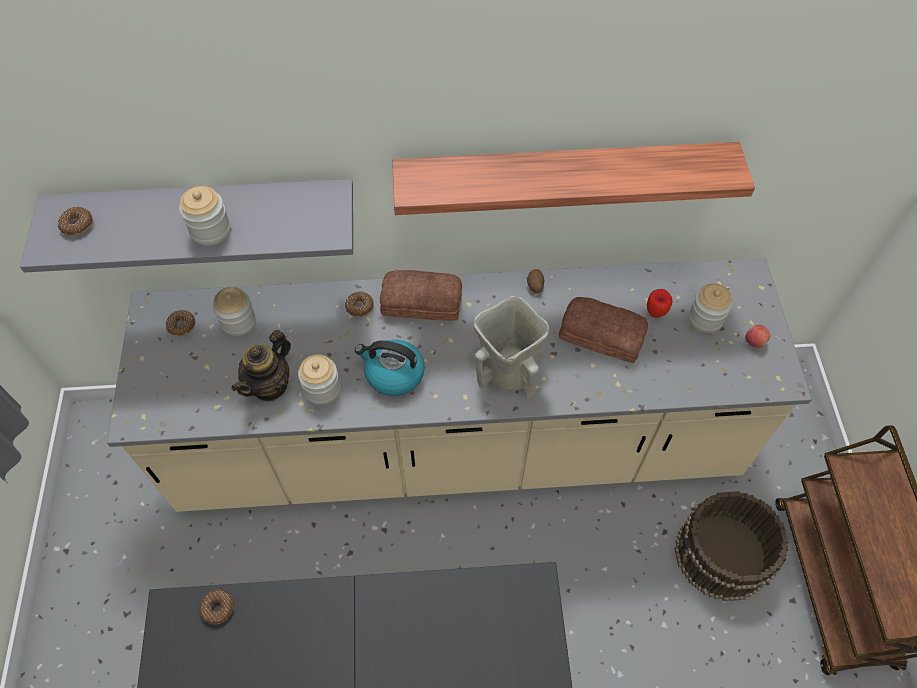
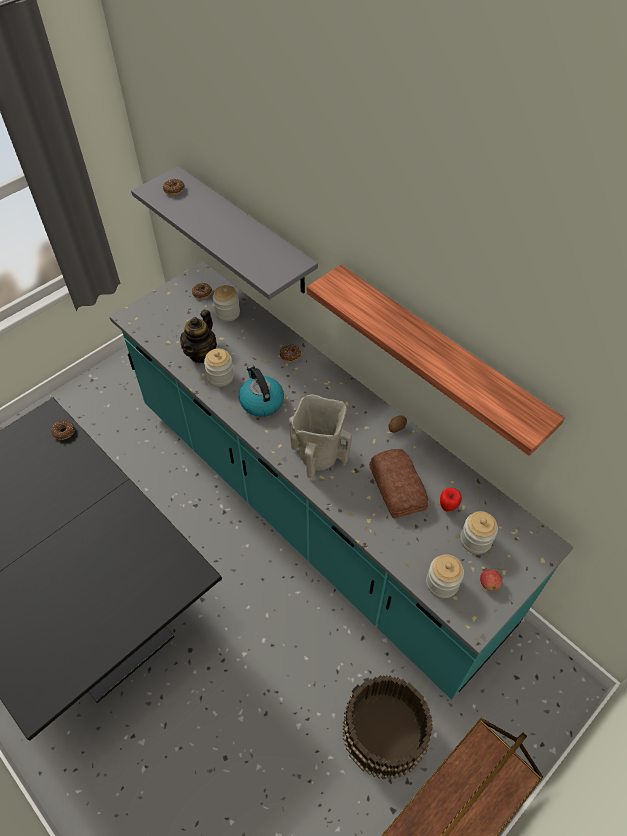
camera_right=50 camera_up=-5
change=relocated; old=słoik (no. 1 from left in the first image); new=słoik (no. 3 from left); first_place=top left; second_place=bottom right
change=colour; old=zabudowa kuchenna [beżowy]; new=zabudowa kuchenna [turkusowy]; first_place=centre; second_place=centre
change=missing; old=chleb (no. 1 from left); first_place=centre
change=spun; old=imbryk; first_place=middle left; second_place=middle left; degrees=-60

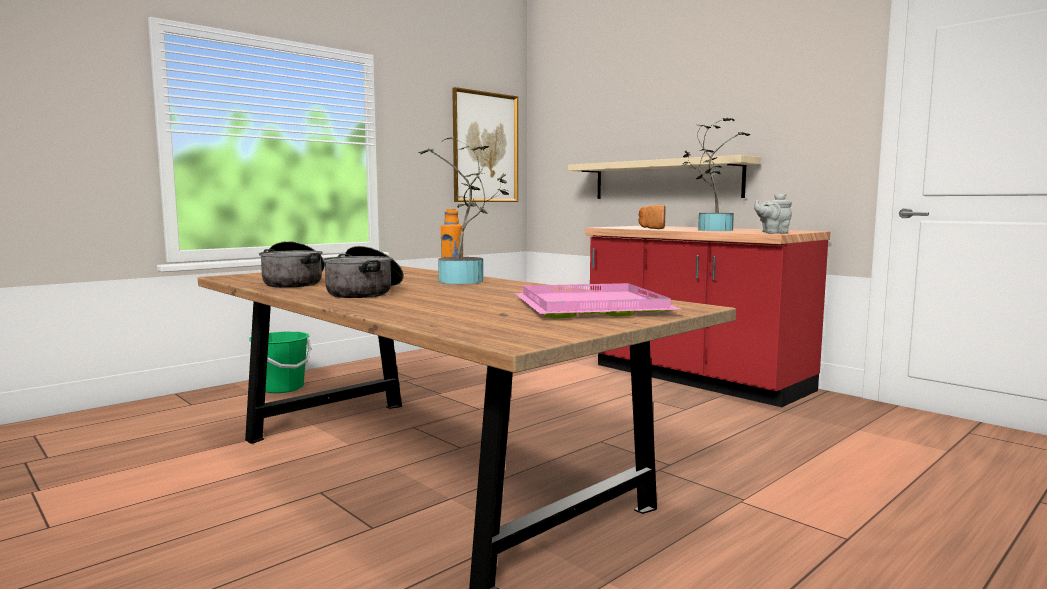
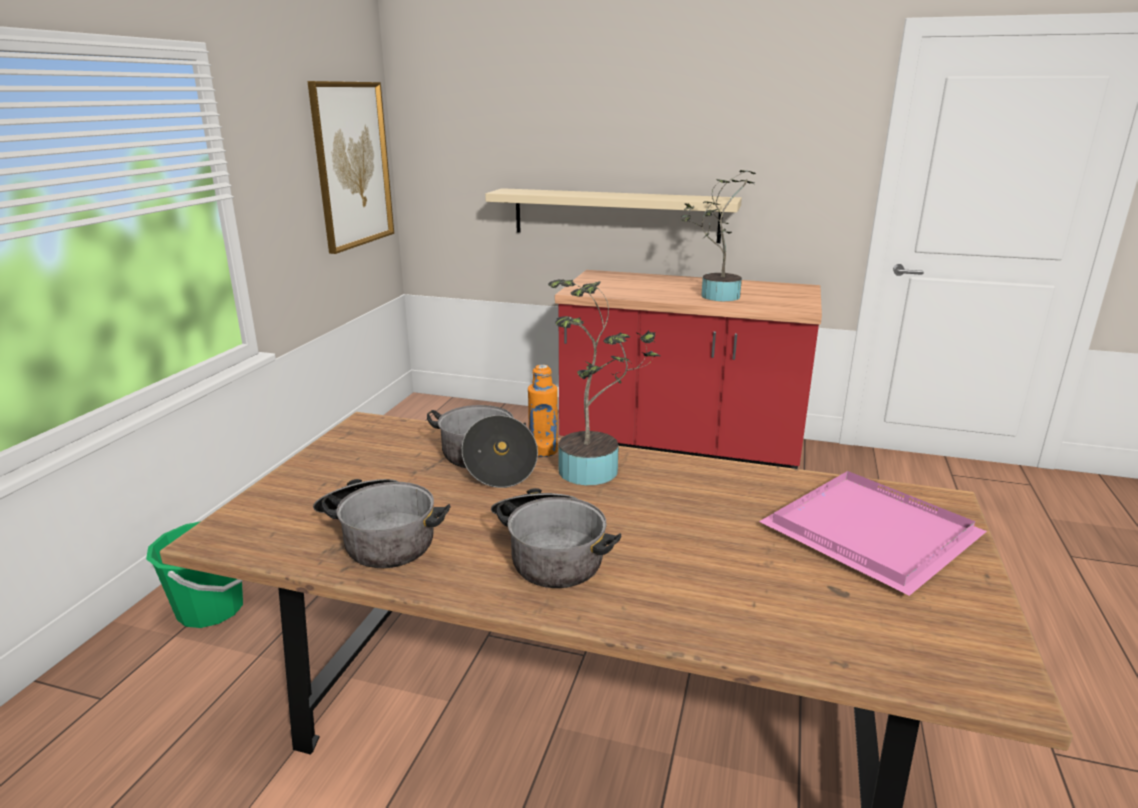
camera_right=-30 camera_up=15
change=missing; old=imbryk [szary]; first_place=middle right
change=missing; old=chleb; first_place=centre
change=appeared; new=garnek (no. 2 from left); second_place=centre

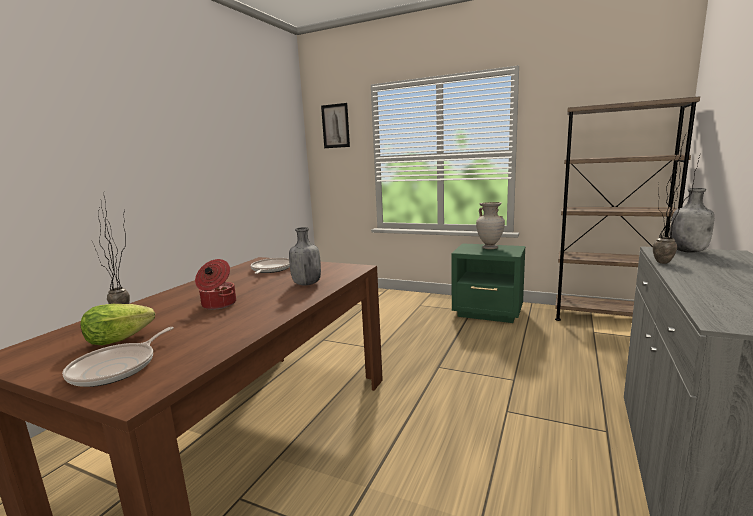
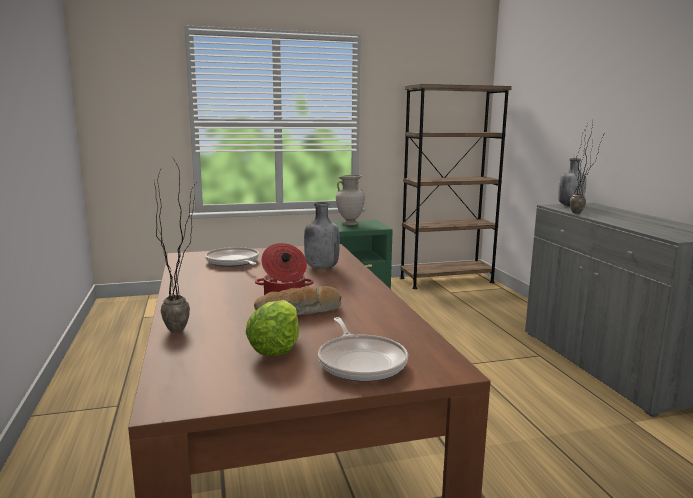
camera_right=-40 camera_up=0
change=missing; old=obraz; first_place=top centre
change=appeared; new=chleb; second_place=centre

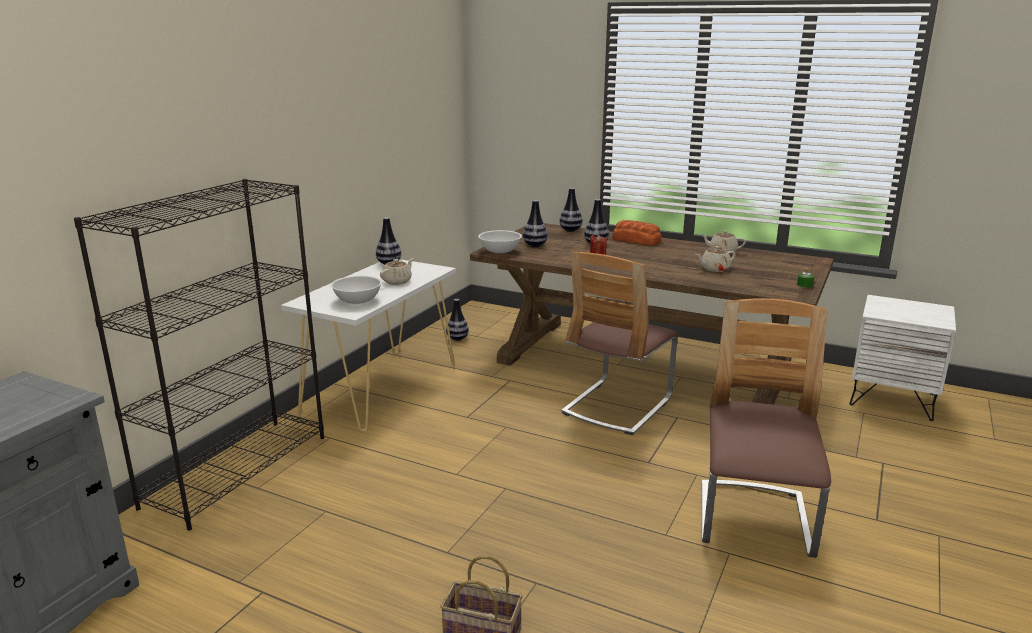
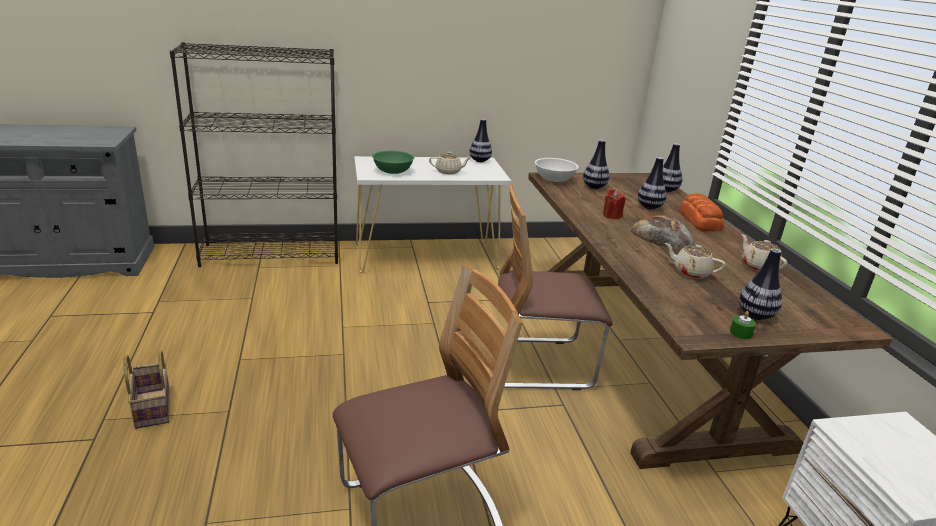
camera_right=50 camera_up=5
change=colour; old=miska [biały] (no. 1 from left); new=miska [zielony]; first_place=centre; second_place=top centre
change=relocated; old=wazon (no. 2 from left in the first image); new=wazon (no. 5 from left); first_place=centre; second_place=middle right
change=appeared; new=chleb (no. 1 from left); second_place=middle right

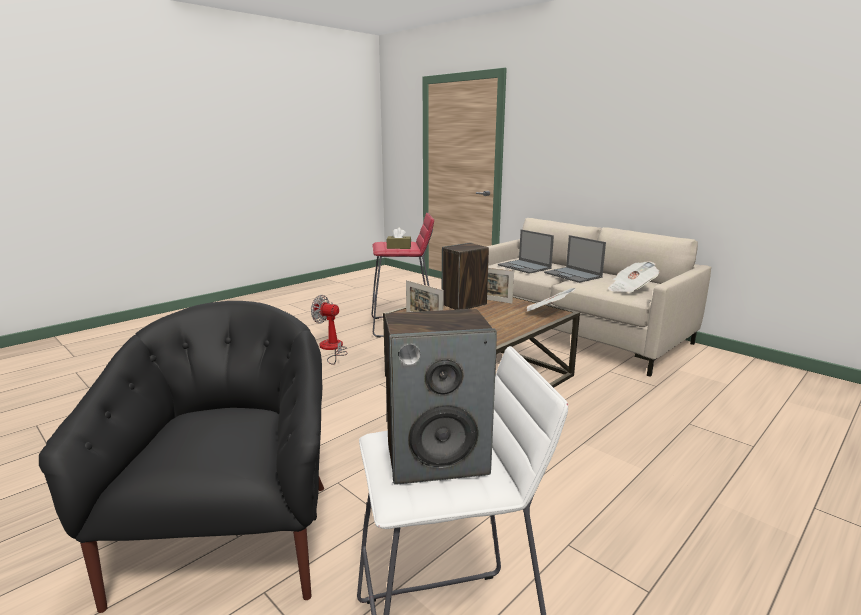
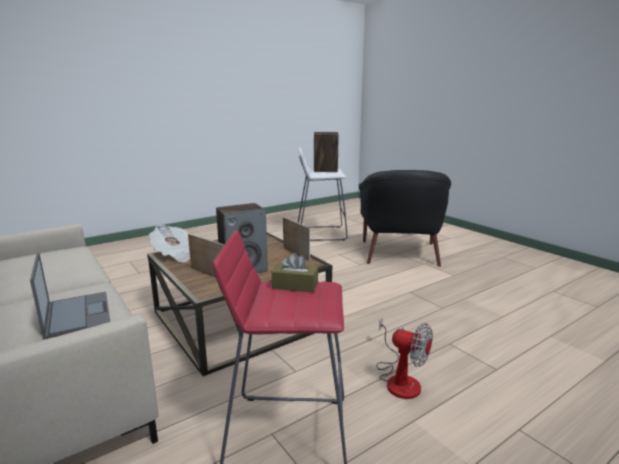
camera_right=-170 camera_up=0
change=missing; old=laptop (no. 2 from left); first_place=middle right
change=missing; old=gazeta (no. 2 from left); first_place=middle right

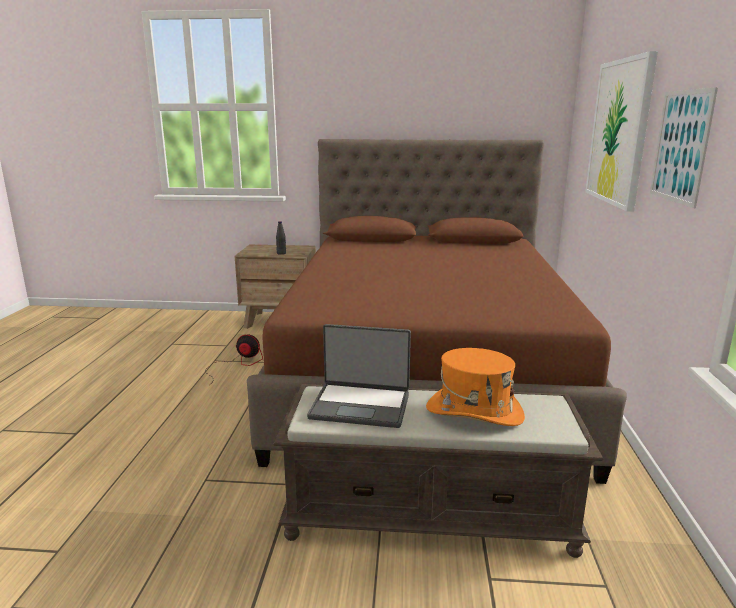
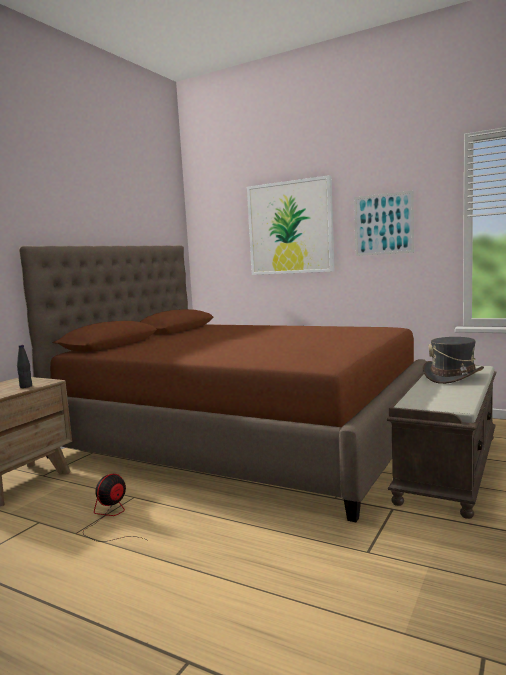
camera_right=-65 camera_up=-10
change=missing; old=laptop; first_place=centre
change=colour; old=kapelusz [pomarańczowy]; new=kapelusz [szary]; first_place=centre; second_place=middle right

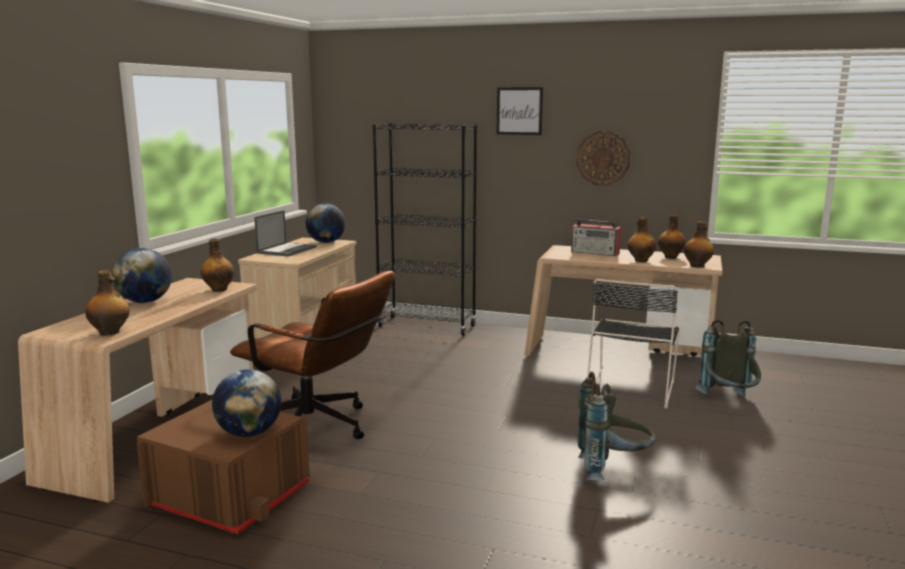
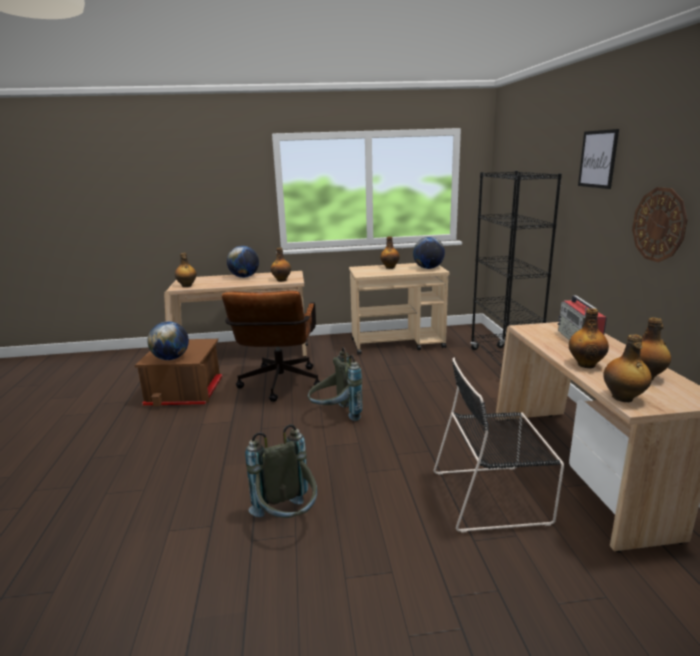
camera_right=65 camera_up=5
change=exchanged; old=laptop; new=butelka (no. 3 from left); first_place=middle left; second_place=centre
change=relocated; old=plecak [szary] (no. 2 from left); first_place=middle right; second_place=centre

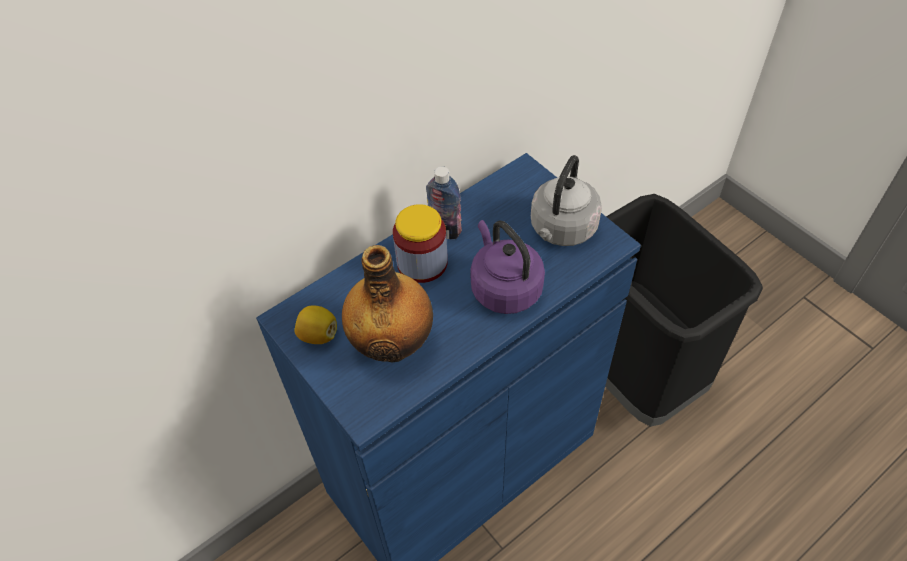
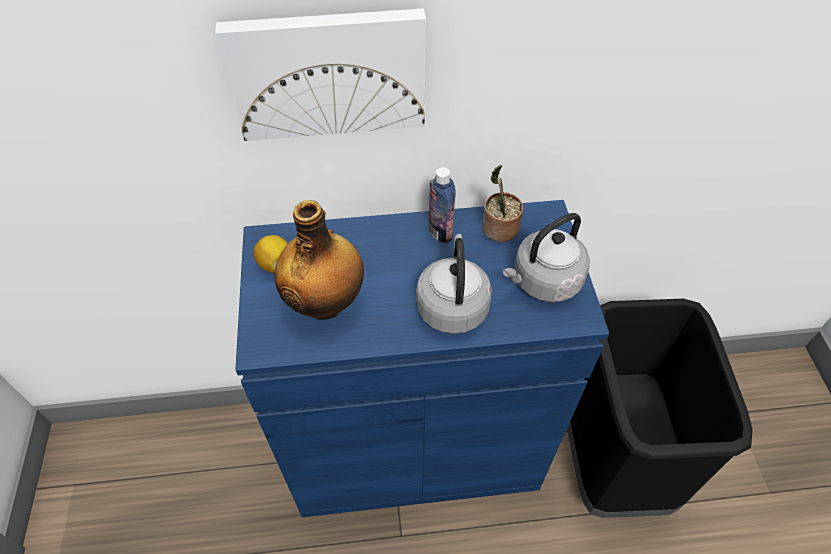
camera_right=30 camera_up=0
change=missing; old=słoik; first_place=centre
change=colour; old=czajnik [fioletowy]; new=czajnik [szary] (no. 1 from left); first_place=centre; second_place=centre
change=appeared; new=obraz; second_place=top centre
change=appeared; new=roślina doniczkowa; second_place=centre

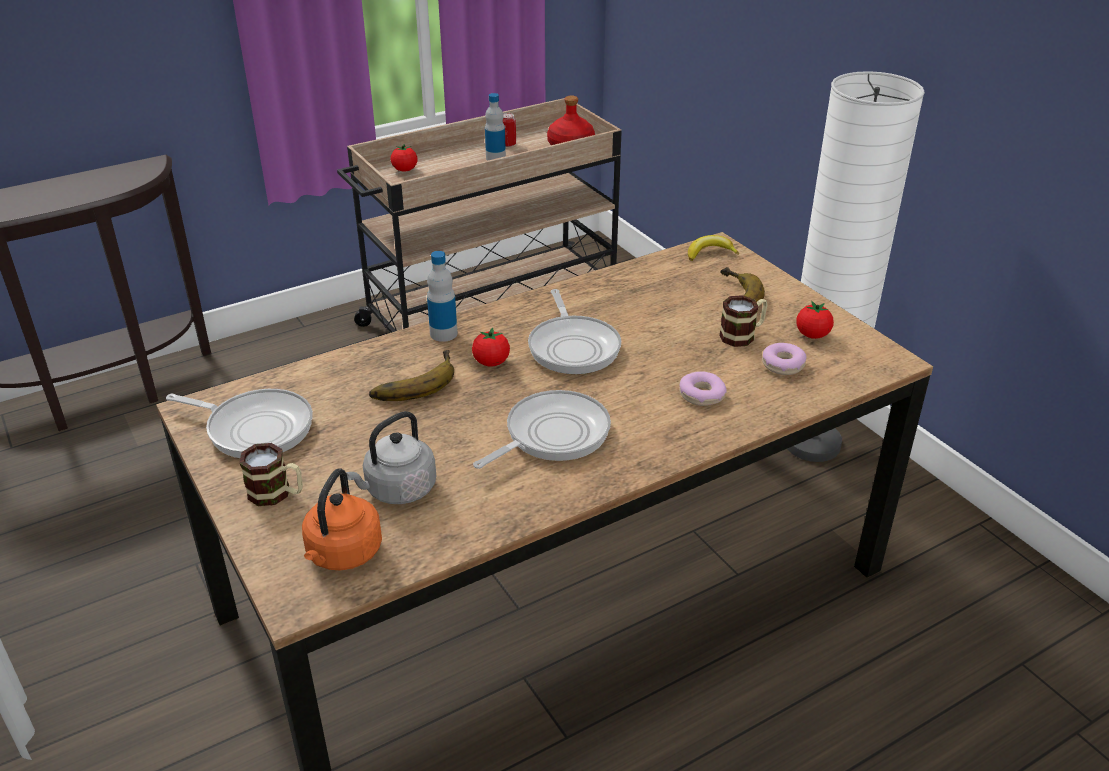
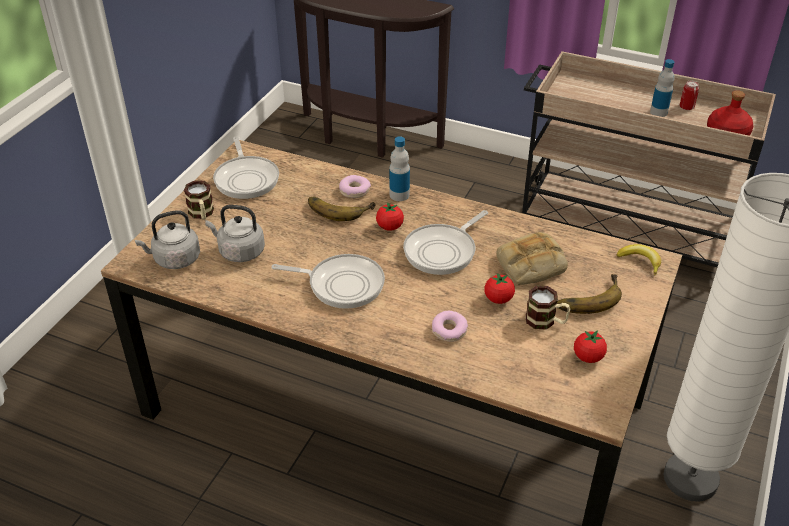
camera_right=55 camera_up=5
change=relocated; old=pomidor (no. 1 from left in the first image); new=pomidor (no. 2 from left); first_place=top centre; second_place=centre
change=relocated; old=donut (no. 2 from left in the first image); new=donut (no. 1 from left); first_place=middle right; second_place=centre
change=colour; old=czajnik [pomarańczowy]; new=czajnik [szary] (no. 1 from left); first_place=bottom left; second_place=middle left
change=appeared; new=chleb; second_place=middle right

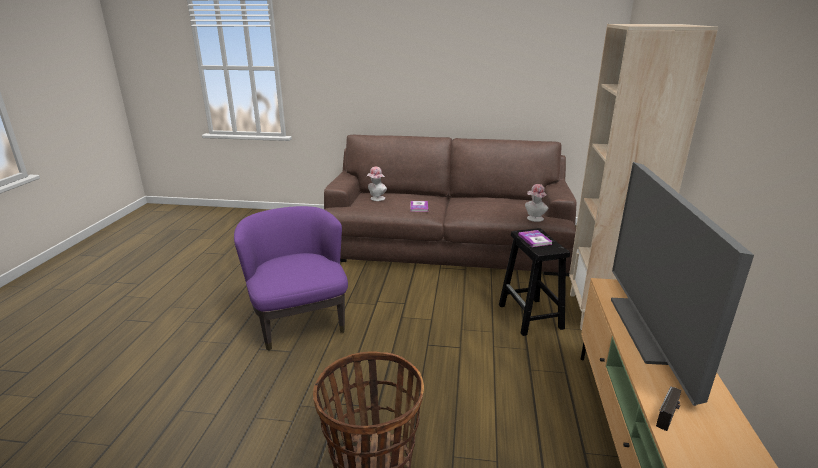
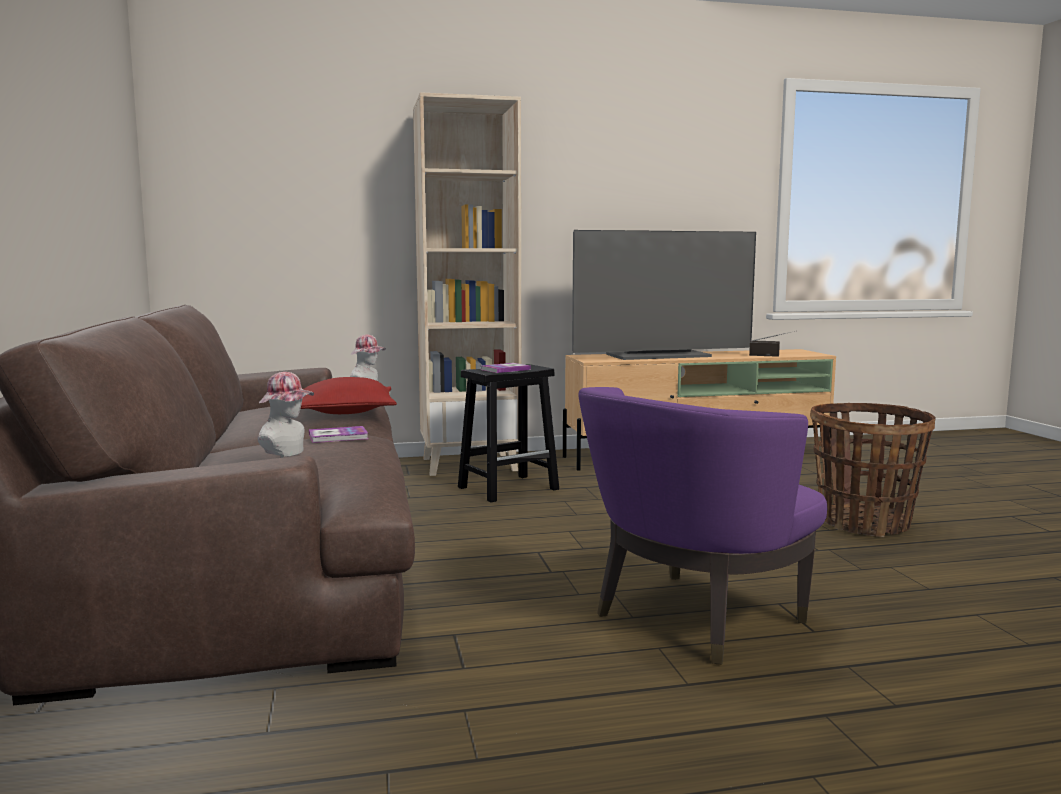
camera_right=-110 camera_up=-15
change=appeared; new=poduszka [czerwony]; second_place=middle left

